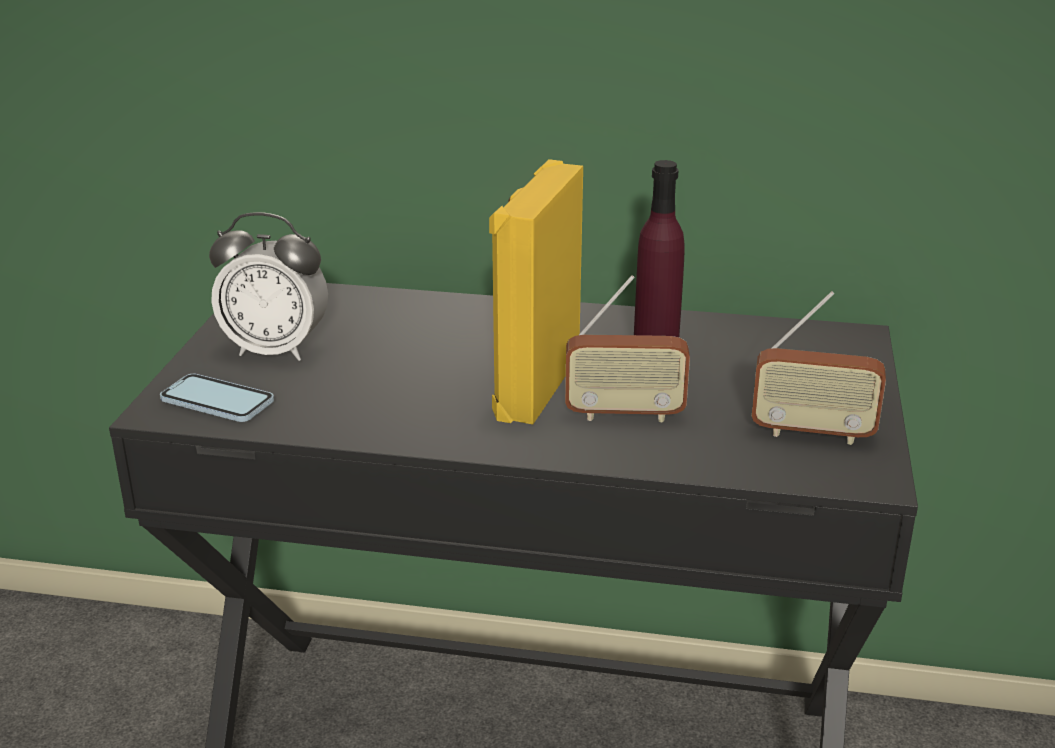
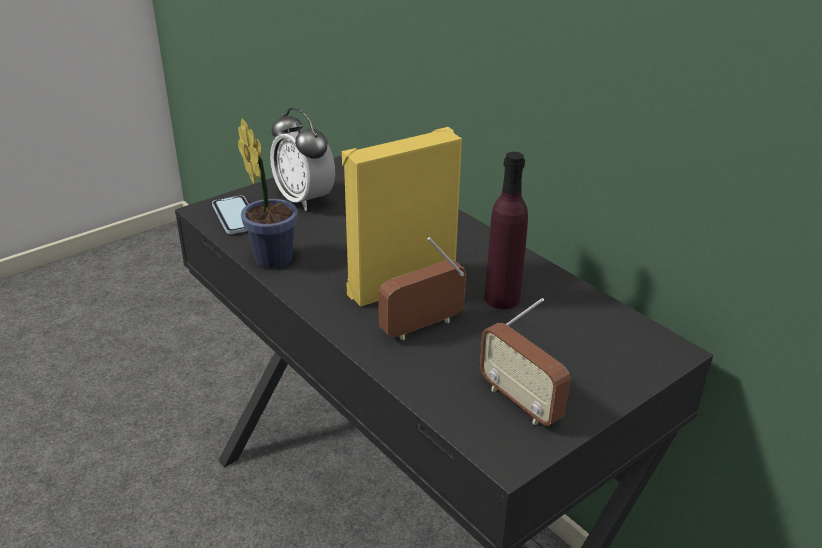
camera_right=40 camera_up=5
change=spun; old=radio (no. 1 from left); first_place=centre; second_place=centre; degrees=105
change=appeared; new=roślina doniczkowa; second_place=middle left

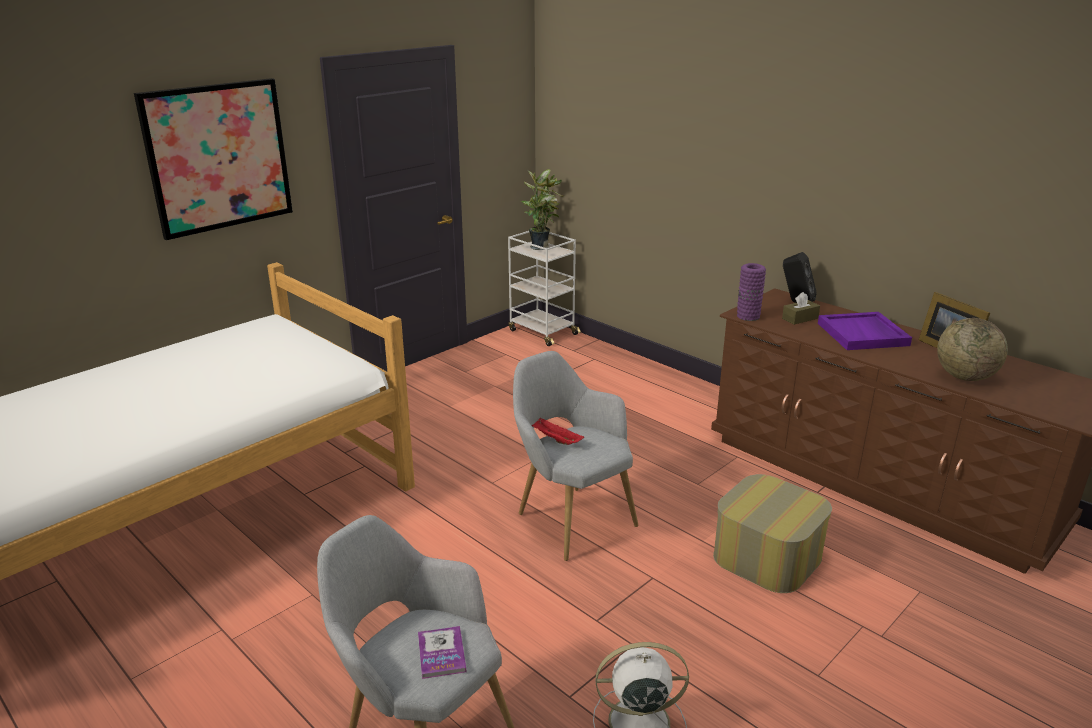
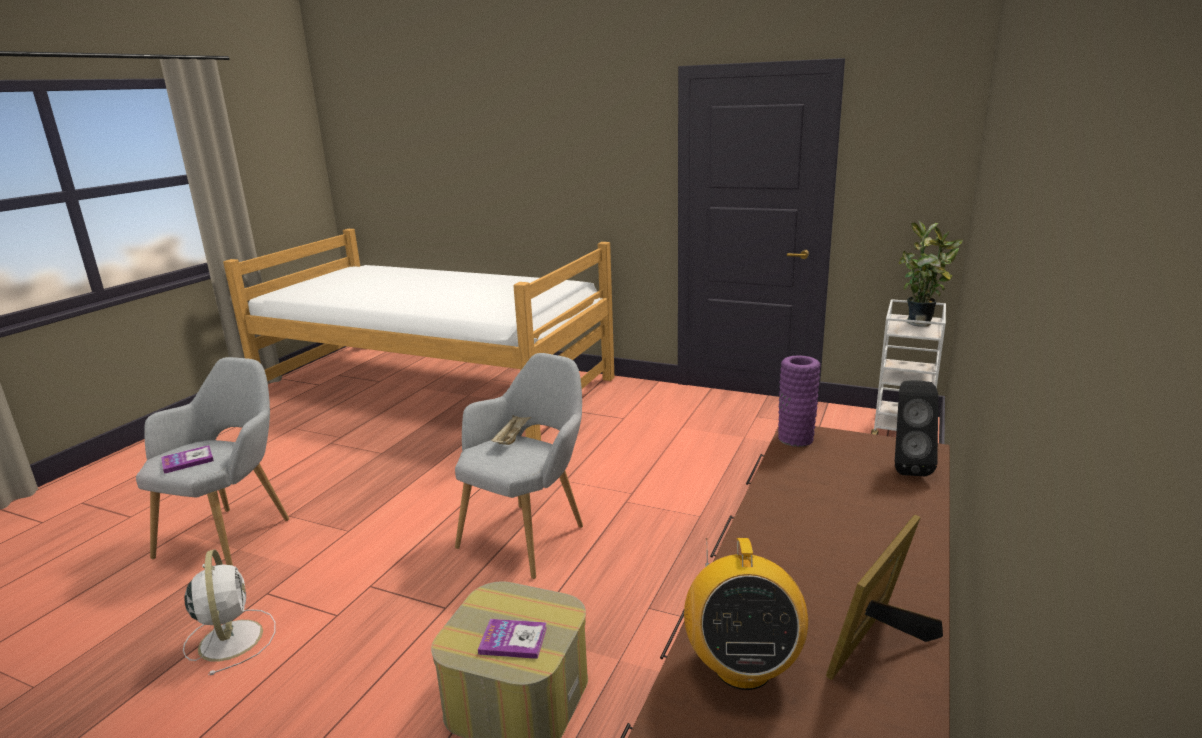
camera_right=70 camera_up=-5
change=missing; old=obraz; first_place=top left
change=missing; old=pudełko chusteczek [brązowy]; first_place=middle right
change=missing; old=taca [fioletowy]; first_place=middle right
change=exchanged; old=globus; new=radio; first_place=middle right; second_place=bottom centre
change=colour; old=taca [czerwony]; new=taca [beżowy]; first_place=centre; second_place=centre
change=appeared; new=książka (no. 2 from left); second_place=bottom centre

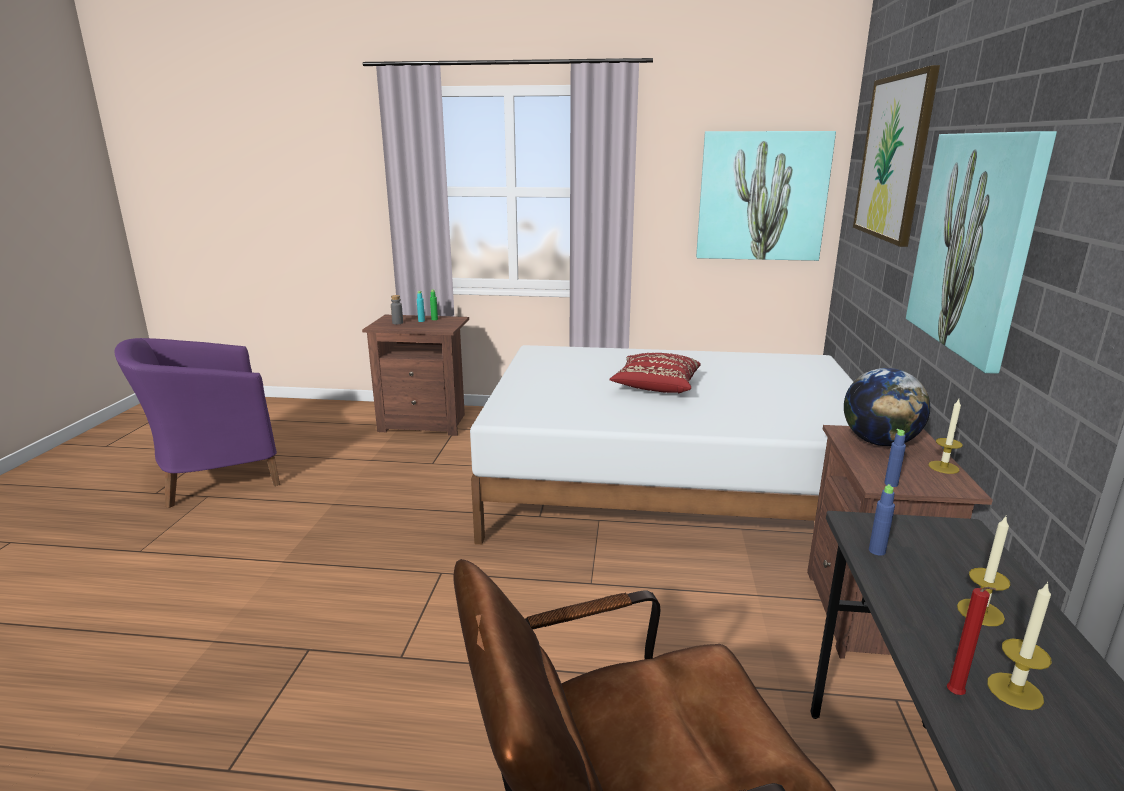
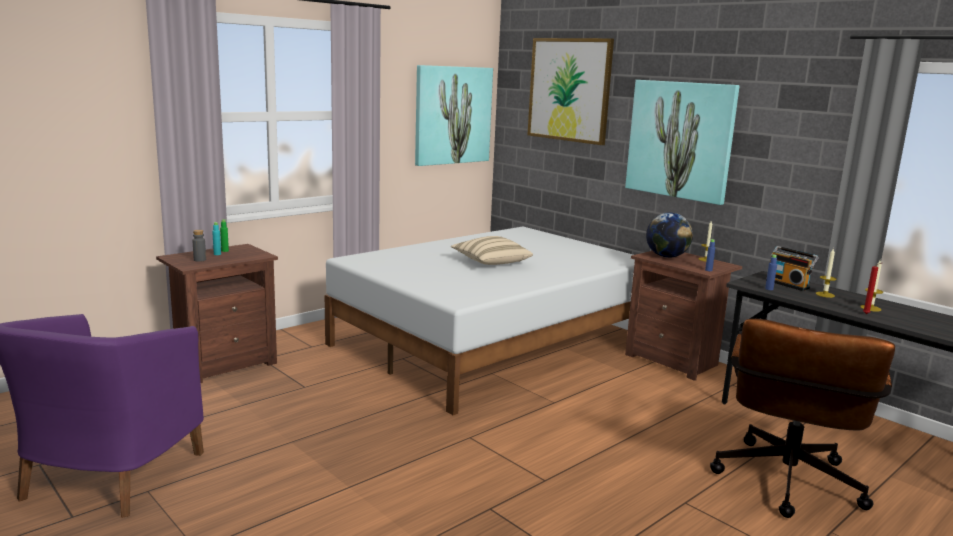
camera_right=-50 camera_up=-5
change=colour; old=poduszka [czerwony]; new=poduszka [beżowy]; first_place=centre; second_place=centre
change=appeared; new=radio; second_place=middle right

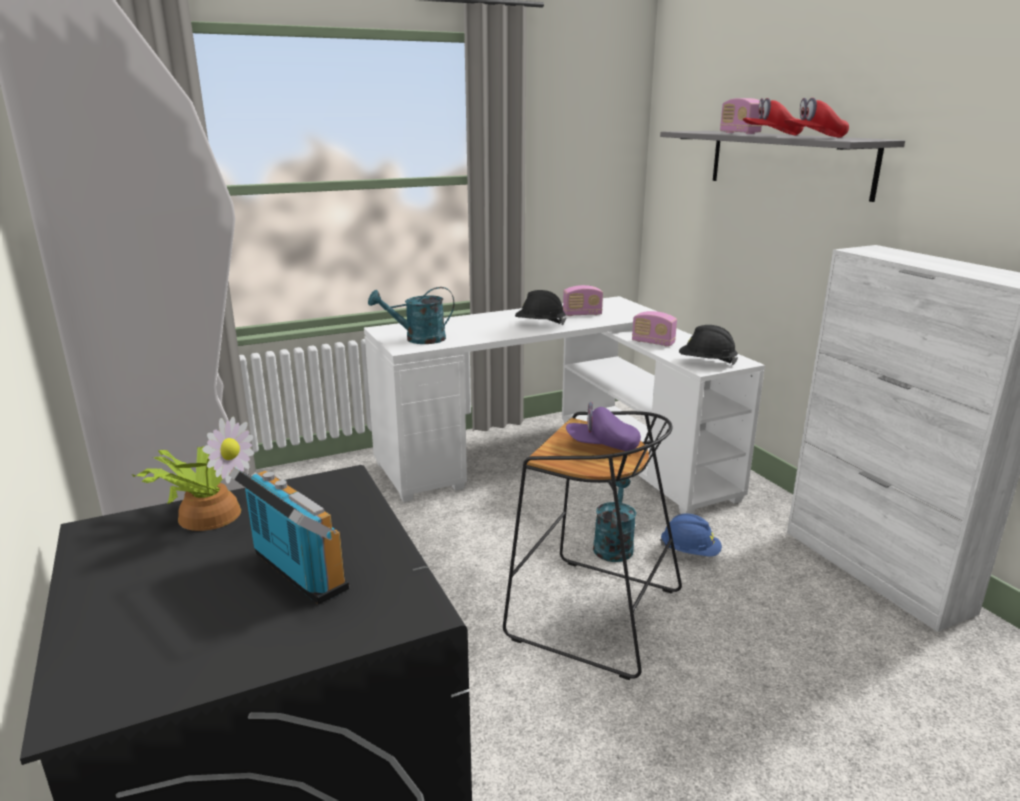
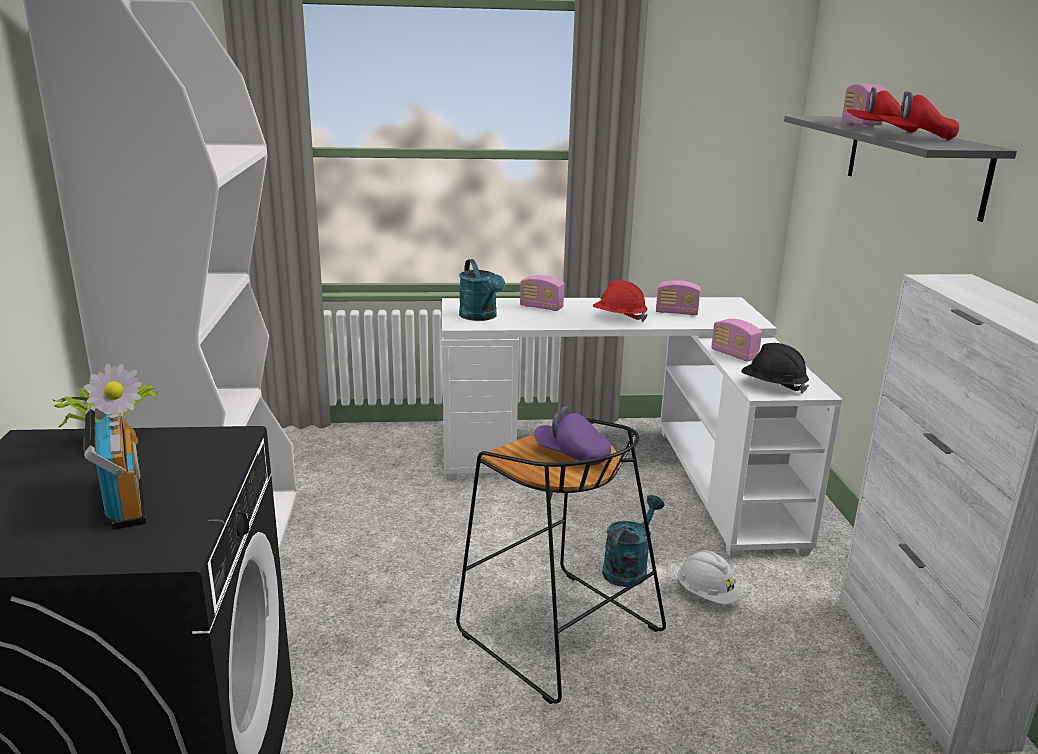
camera_right=20 camera_up=0
change=spun; old=konewka [turkusowy] (no. 1 from left); first_place=centre; second_place=centre; degrees=-120
change=colour; old=kask [czarny] (no. 1 from left); new=kask [czerwony]; first_place=centre; second_place=centre
change=colour; old=kask [niebieski]; new=kask [biały]; first_place=bottom right; second_place=bottom right
change=appeared; new=radio (no. 2 from left); second_place=centre

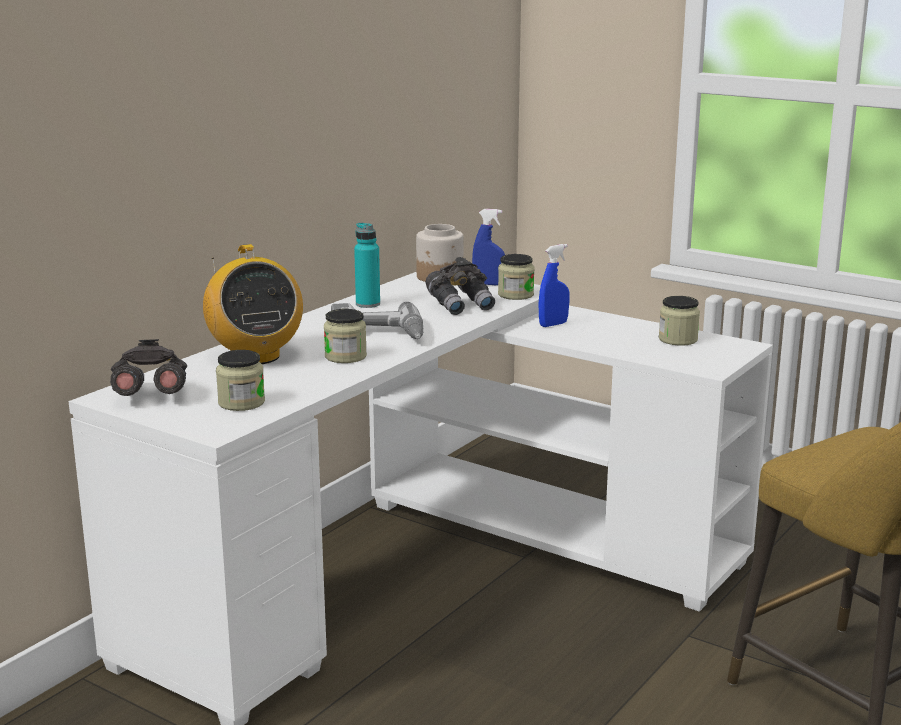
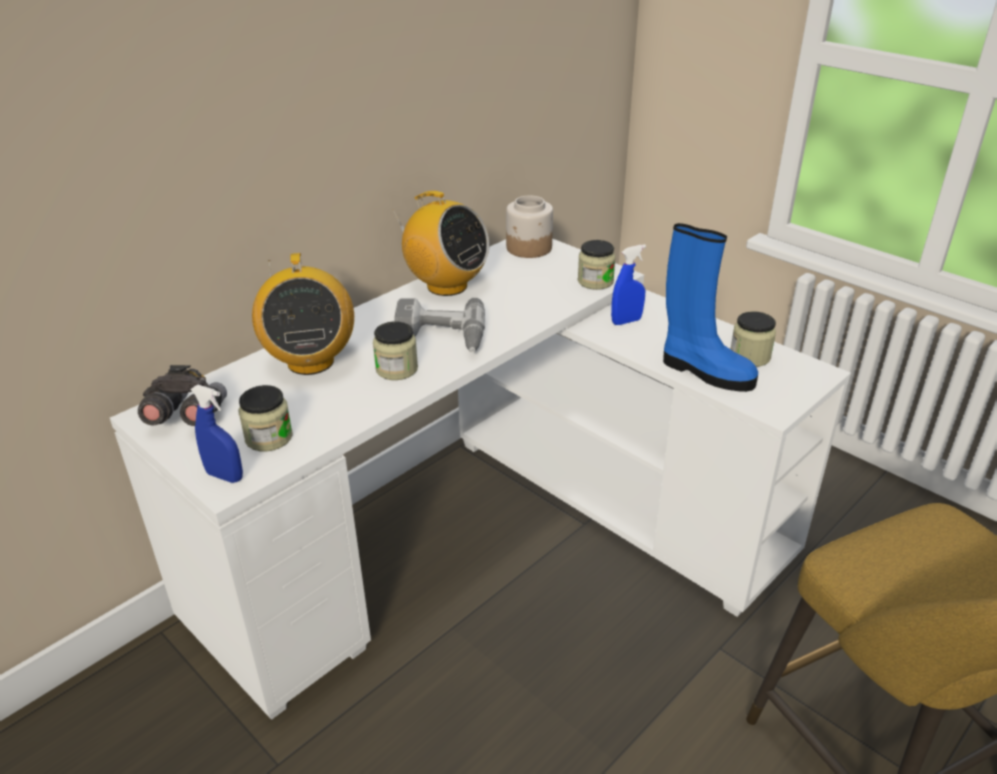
camera_right=10 camera_up=15
change=relocated; old=spryskiwacz [niebieski] (no. 1 from left); first_place=centre; second_place=middle left
change=exchanged; old=butelka [turkusowy]; new=radio (no. 2 from left); first_place=centre; second_place=top centre
change=missing; old=lornetka [szary] (no. 2 from left); first_place=centre
change=appeared; new=but z cholewką [niebieski]; second_place=middle right

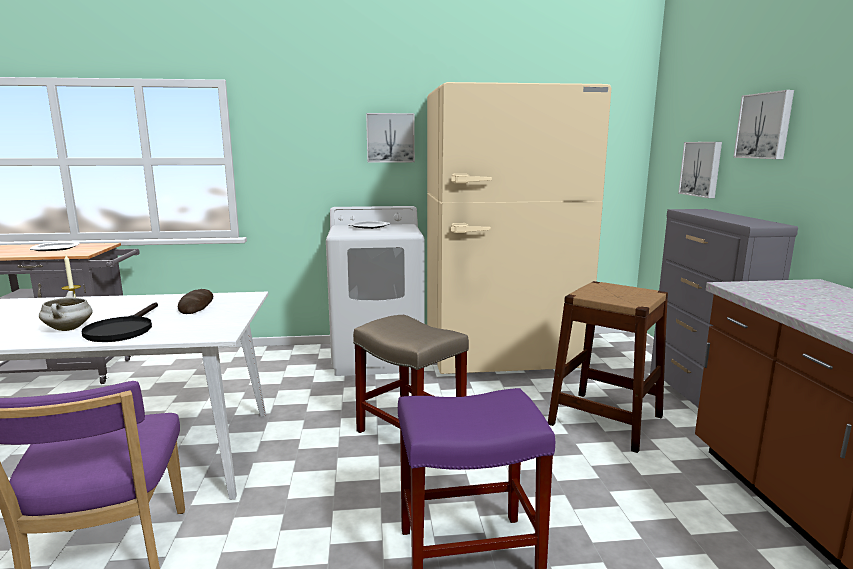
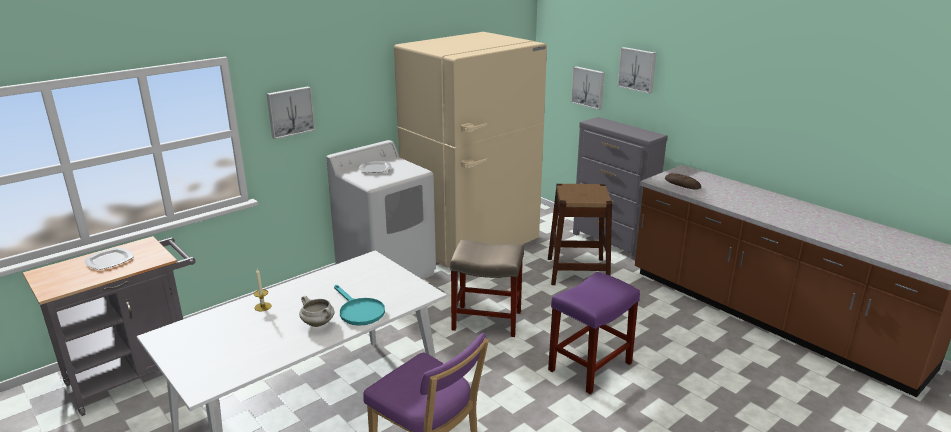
camera_right=-35 camera_up=10
change=relocated; old=obraz (no. 1 from left); first_place=top centre; second_place=top left
change=relocated; old=chleb; first_place=middle left; second_place=middle right
change=colour; old=patelnia [czarny]; new=patelnia [turkusowy]; first_place=middle left; second_place=bottom centre

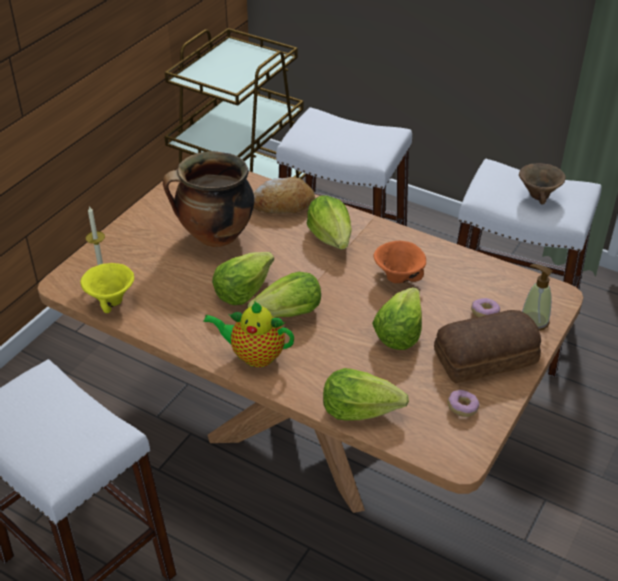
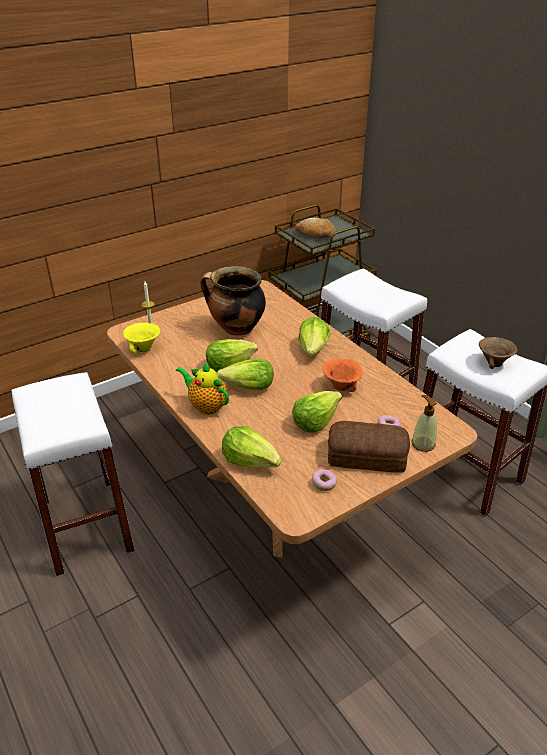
camera_right=25 camera_up=-5
change=relocated; old=chleb (no. 1 from left); first_place=centre; second_place=top centre

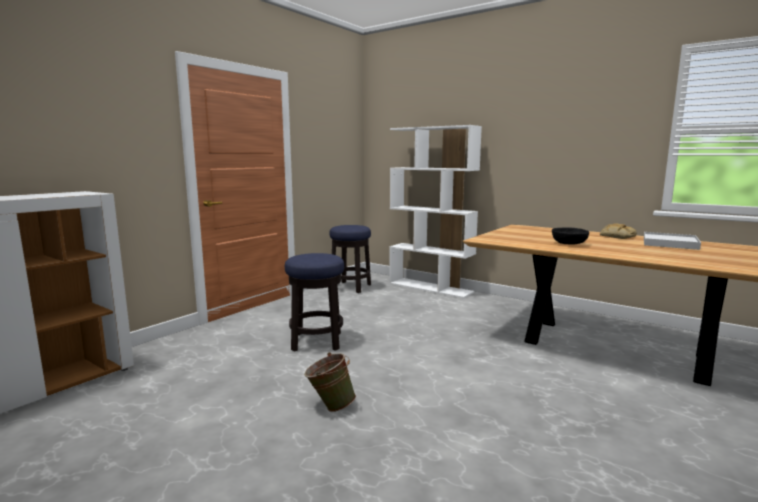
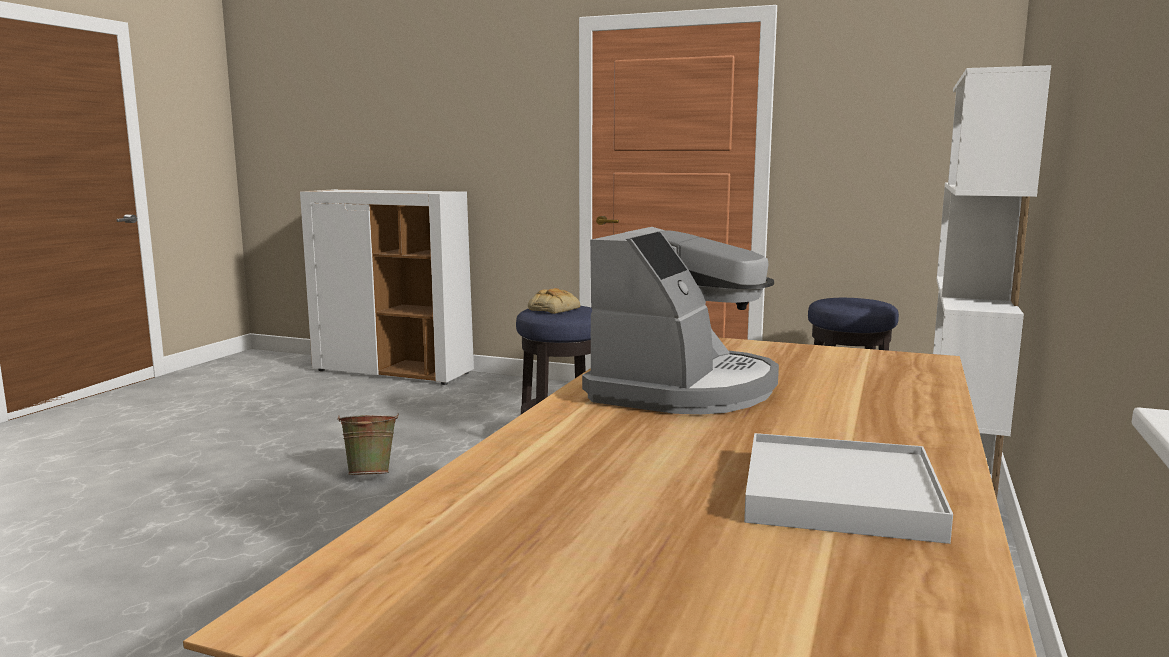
camera_right=75 camera_up=0
change=relocated; old=chleb; first_place=middle right; second_place=centre
change=exchanged; old=miska [czarny]; new=ekspres do kawy; first_place=middle right; second_place=centre

